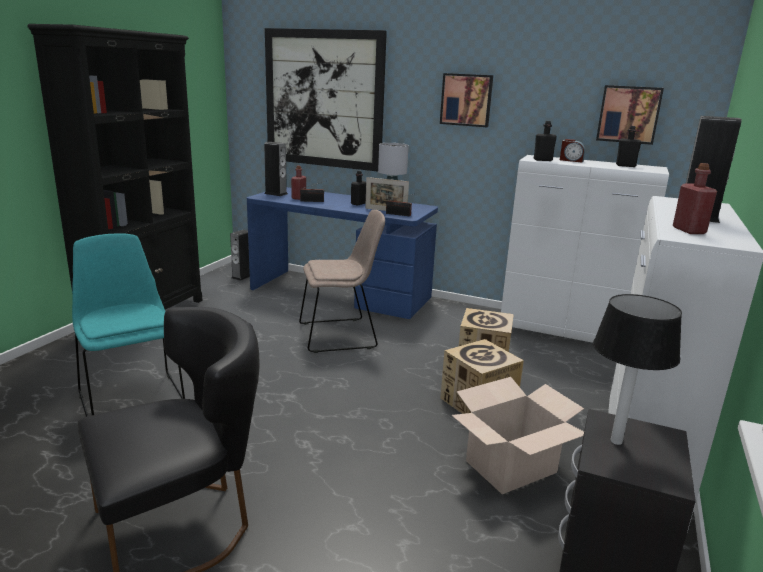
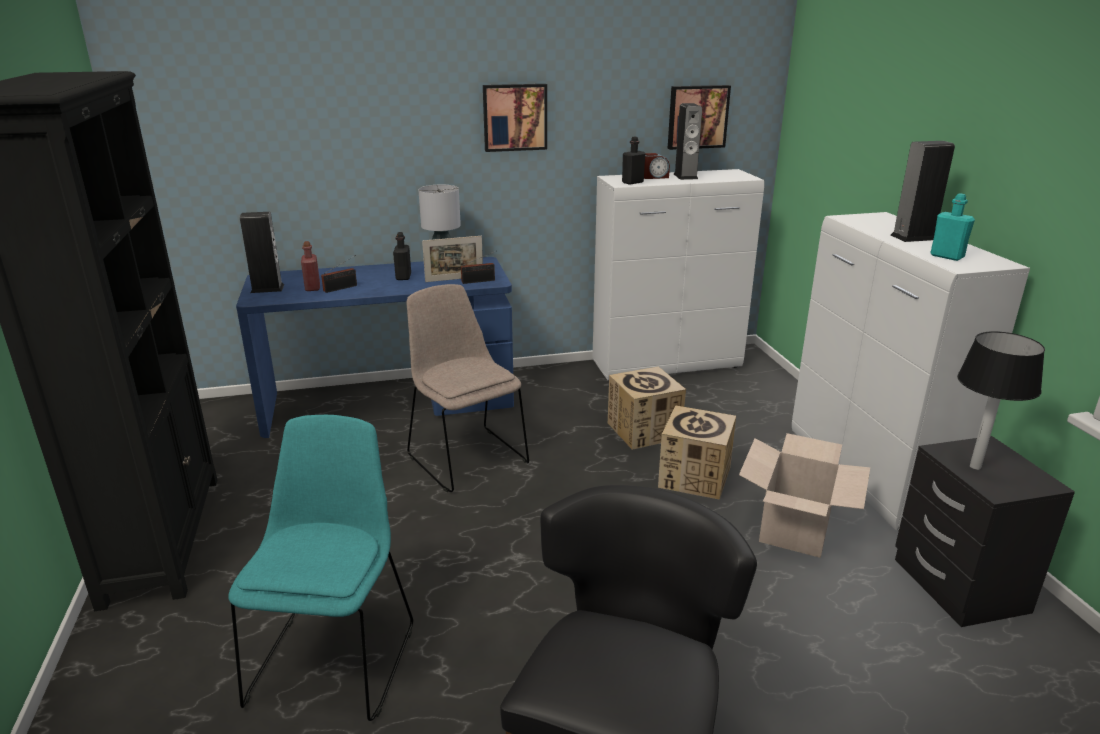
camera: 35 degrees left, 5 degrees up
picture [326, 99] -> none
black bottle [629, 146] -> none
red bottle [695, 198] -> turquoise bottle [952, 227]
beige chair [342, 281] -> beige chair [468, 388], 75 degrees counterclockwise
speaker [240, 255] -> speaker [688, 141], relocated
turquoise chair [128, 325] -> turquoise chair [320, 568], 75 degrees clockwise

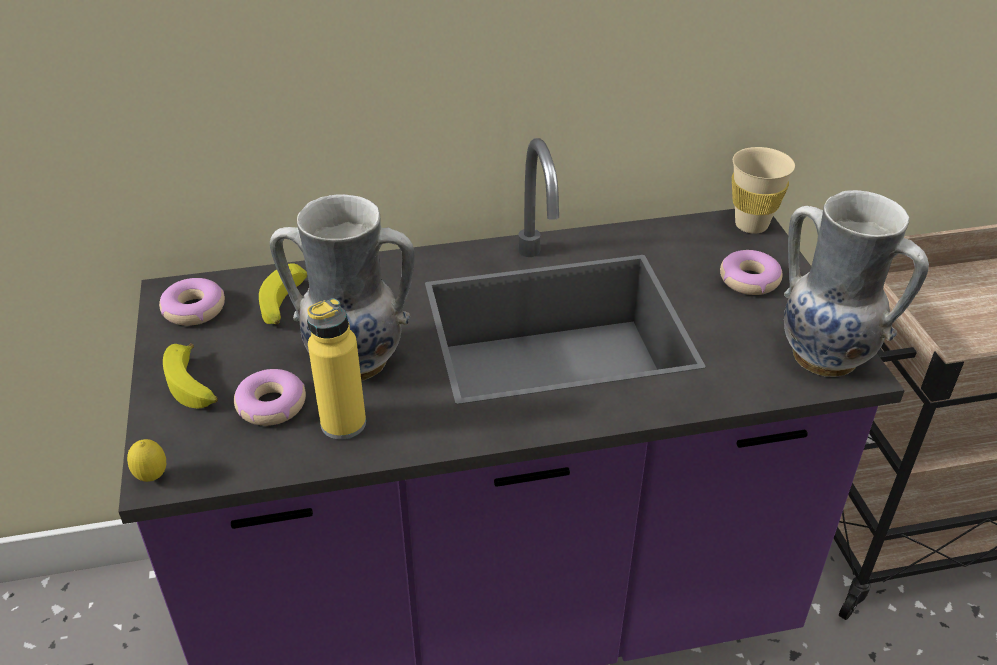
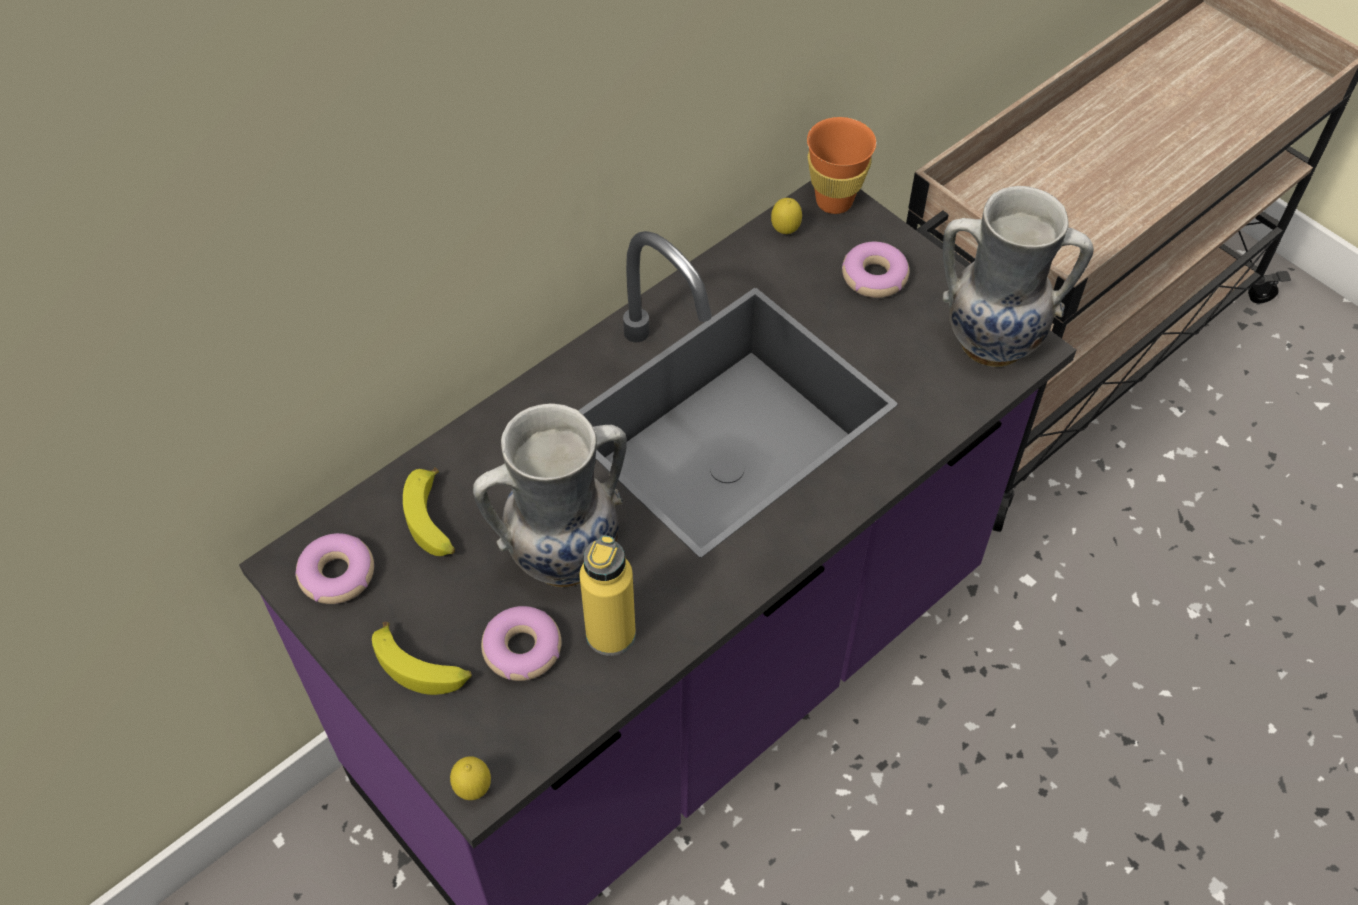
camera: 30 degrees left, 15 degrees up
beige cup [763, 190] -> orange cup [841, 165]
none -> lemon [786, 216]

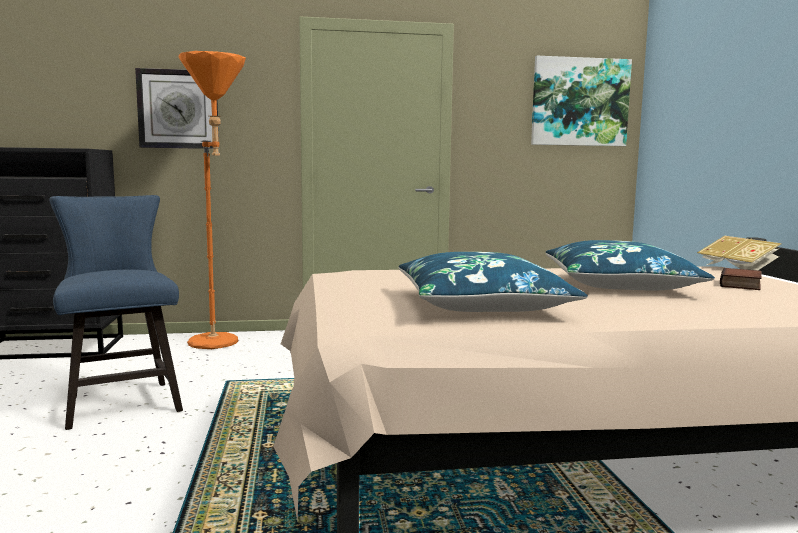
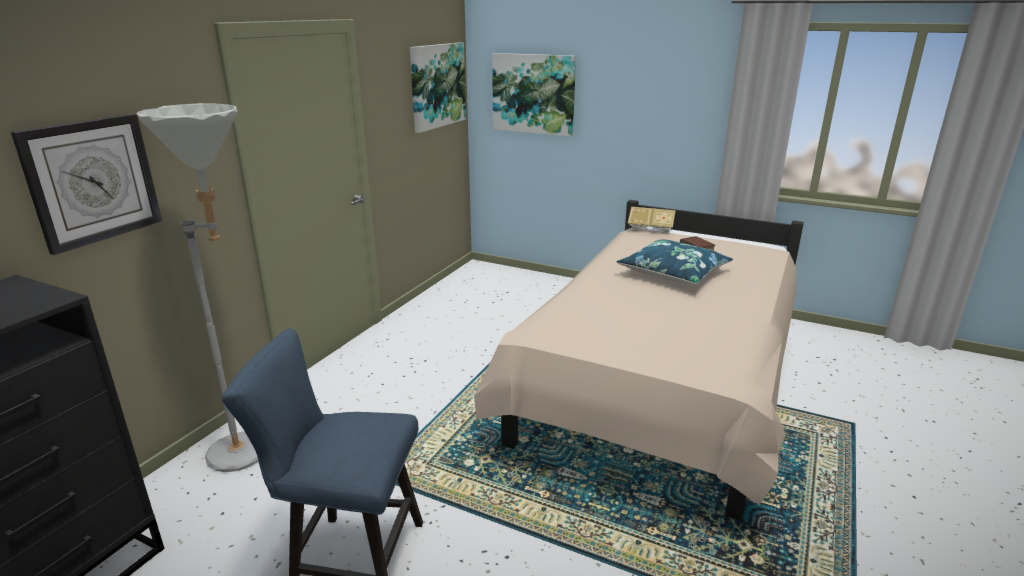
camera: 55 degrees left, 15 degrees up
orange floor lamp [212, 200] -> grey floor lamp [197, 287]
blue pillow [493, 282] -> none
none -> picture [534, 94]

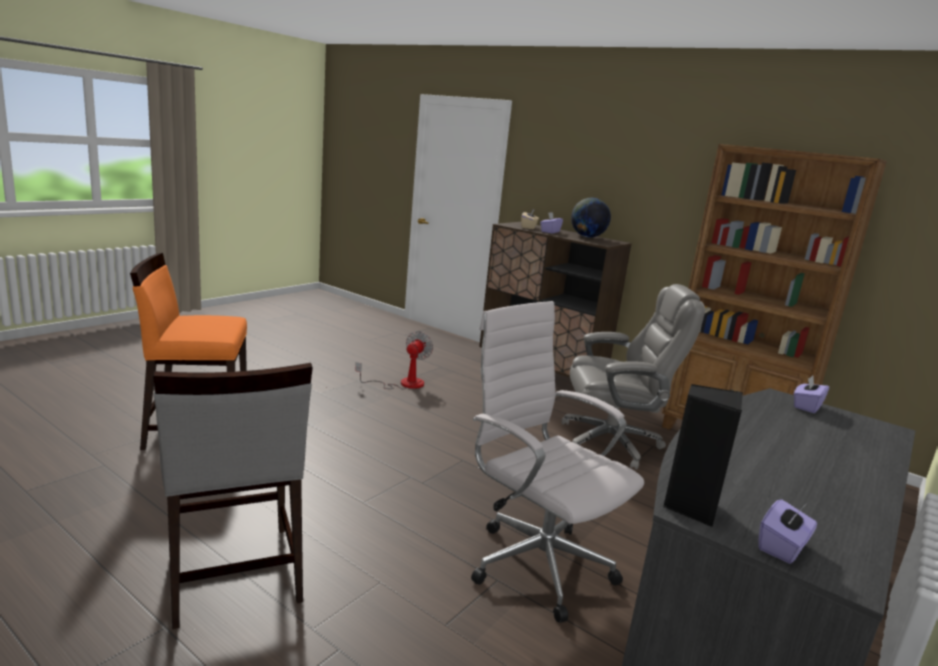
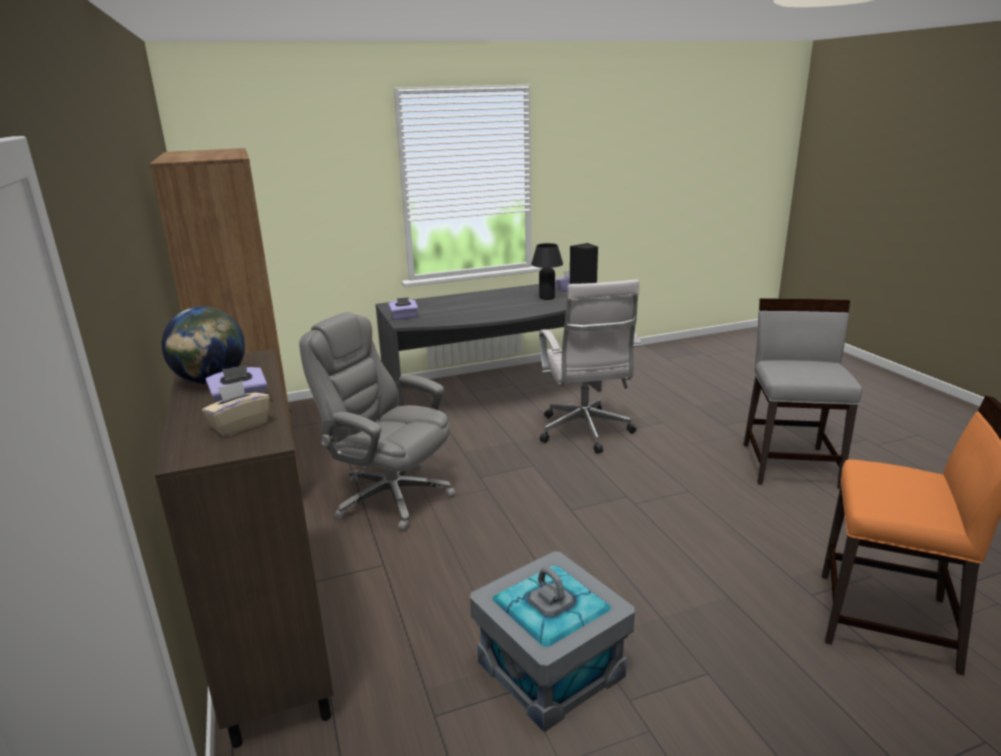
camera: 145 degrees left, 5 degrees up
fan [394, 360] -> grey storage box [552, 641]
none -> black table lamp [547, 271]

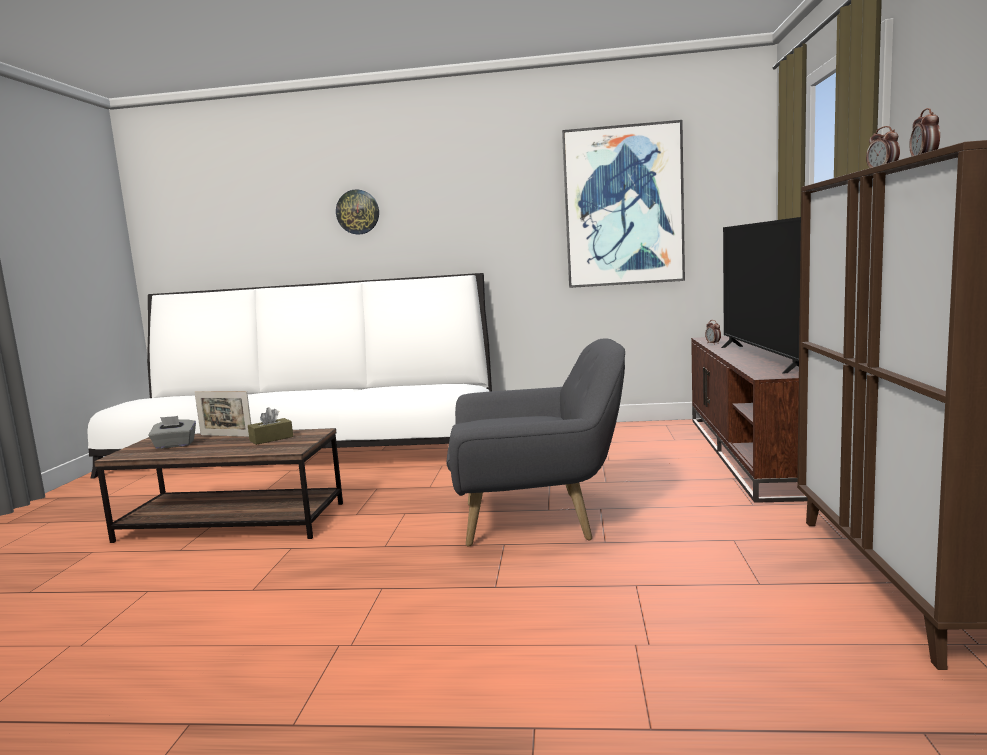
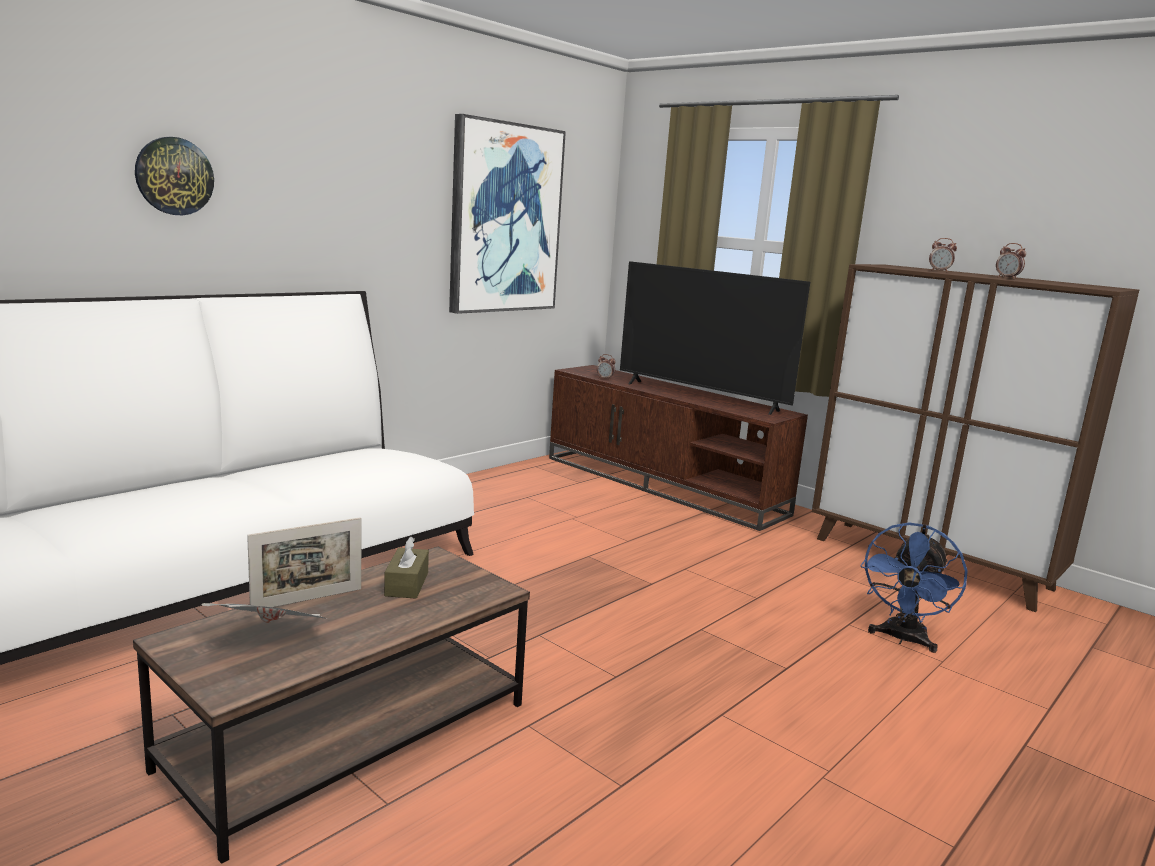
camera: 55 degrees left, 5 degrees up
grey armchair [535, 442] -> none
grey tissue box [172, 432] -> newspaper [265, 613]
none -> blue fan [914, 587]

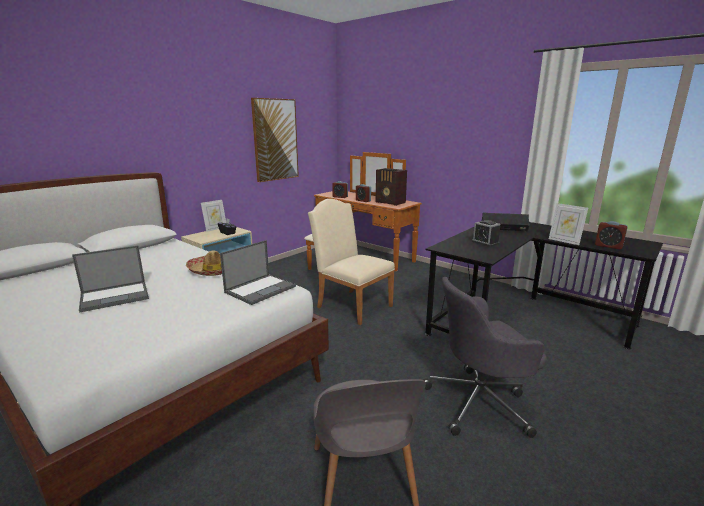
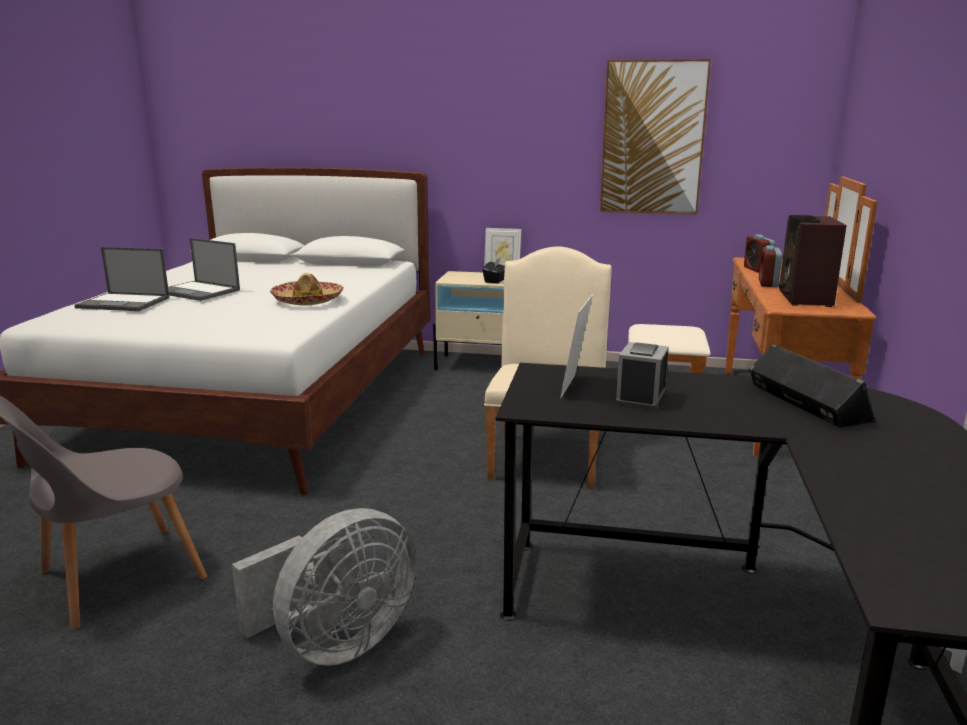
camera: 60 degrees right, 0 degrees up
picture frame [568, 224] -> picture frame [576, 347], relocated
alarm clock [611, 235] -> none
laptop [258, 272] -> laptop [122, 279], relocated
grey office chair [485, 357] -> grey fan [324, 587]

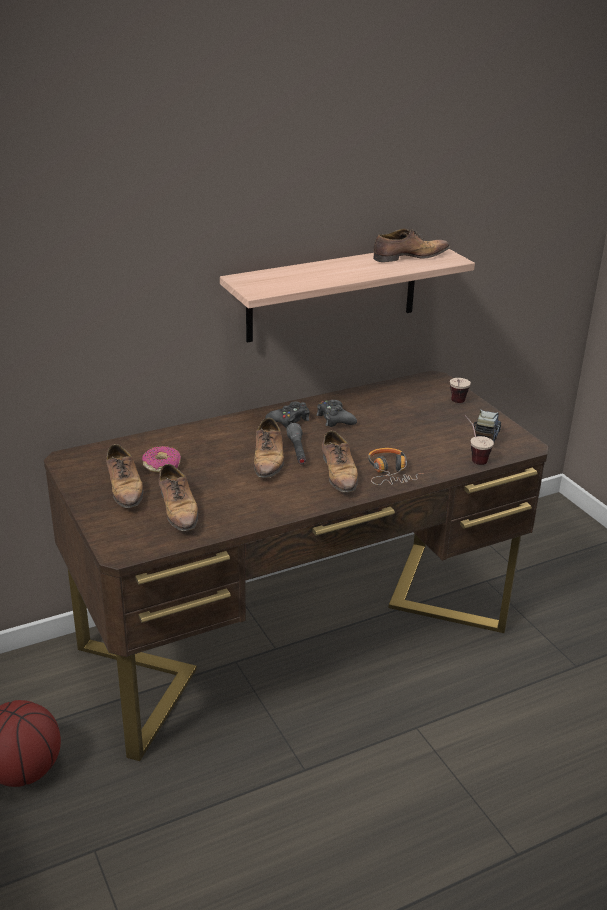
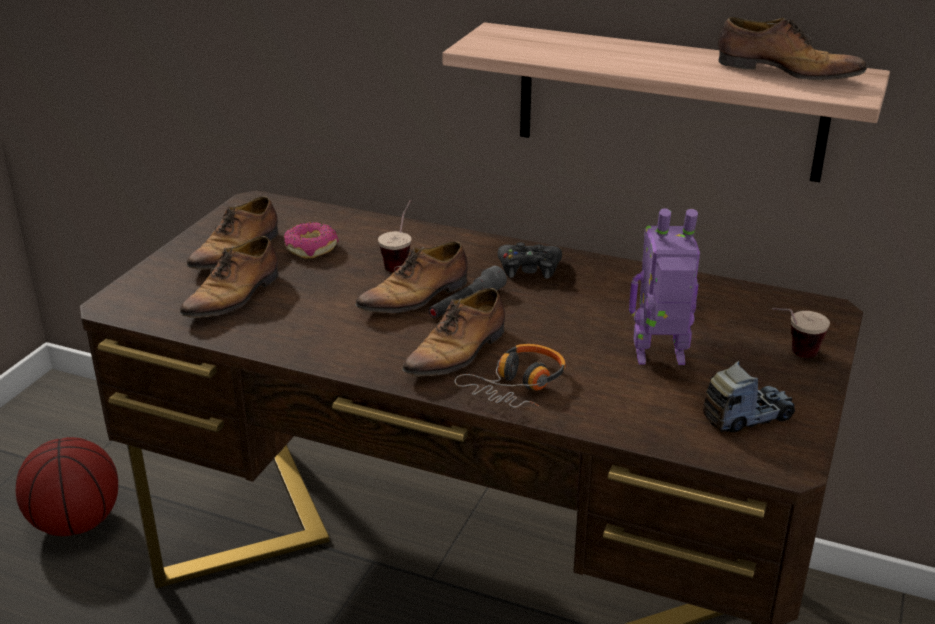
camera: 50 degrees right, 0 degrees up
black game controller [336, 413] -> none
cup [479, 440] -> cup [394, 236], relocated
none -> toy robot [664, 286]

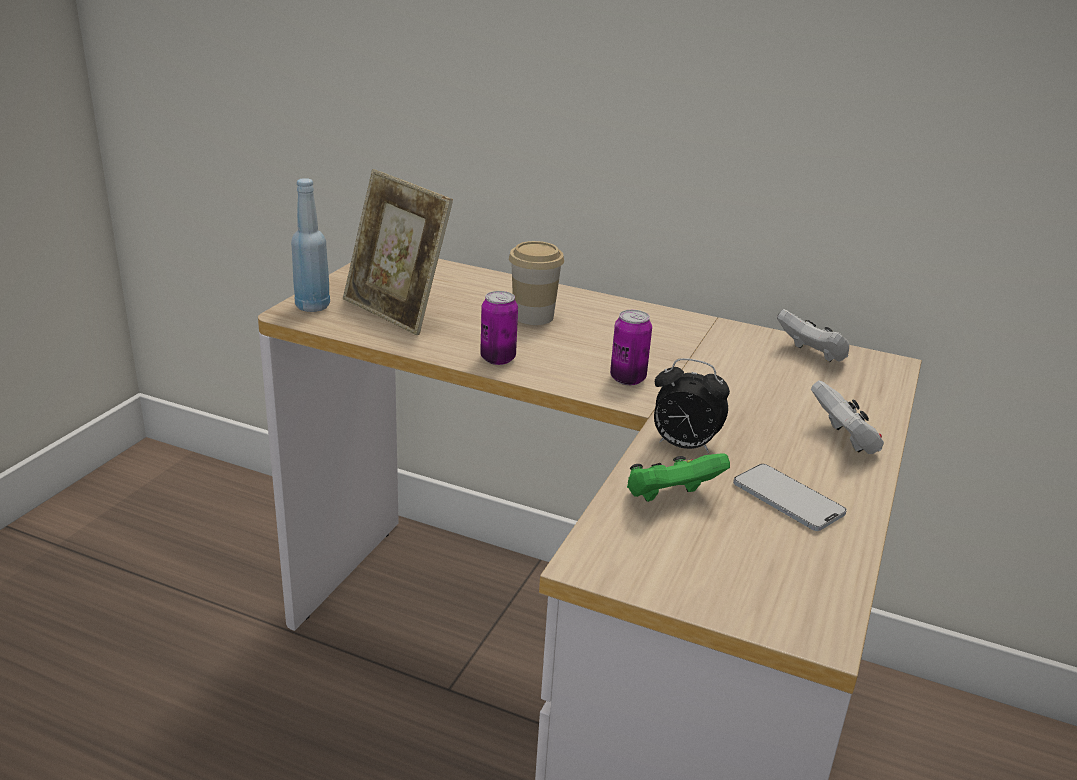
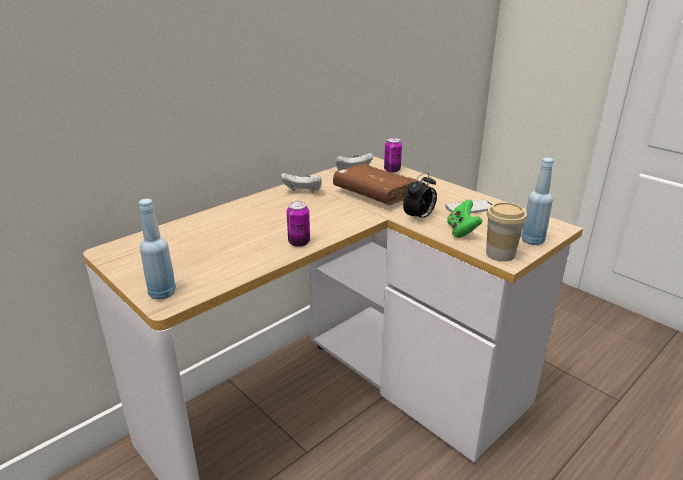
camera: 65 degrees left, 0 degrees up
picture frame [398, 252] -> none
cup [536, 283] -> cup [506, 231], relocated
can [631, 347] -> can [393, 155], relocated
white game controller [847, 417] -> white game controller [301, 183], relocated
none -> blue bottle [537, 201]
none -> brown book [375, 184]

